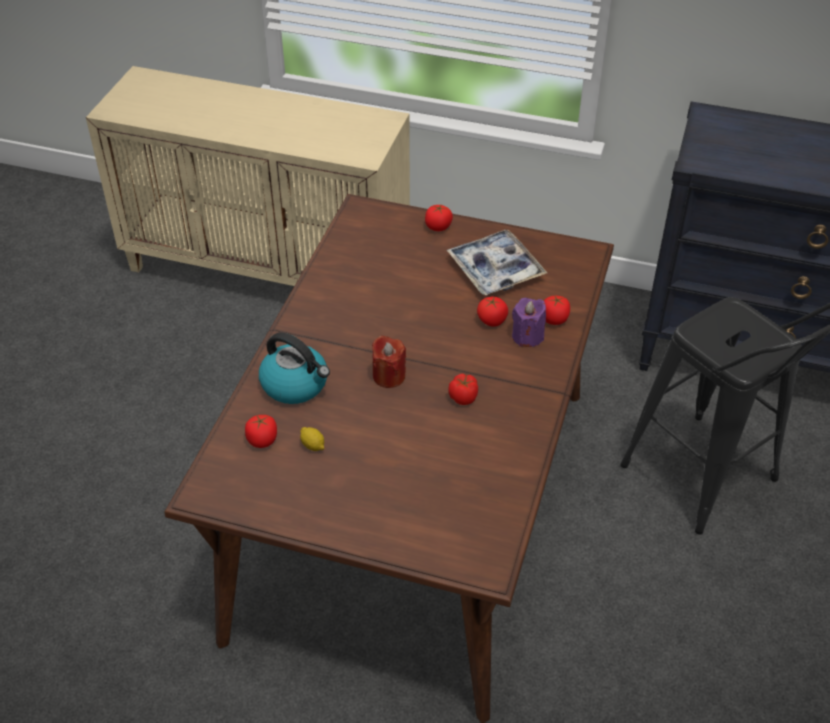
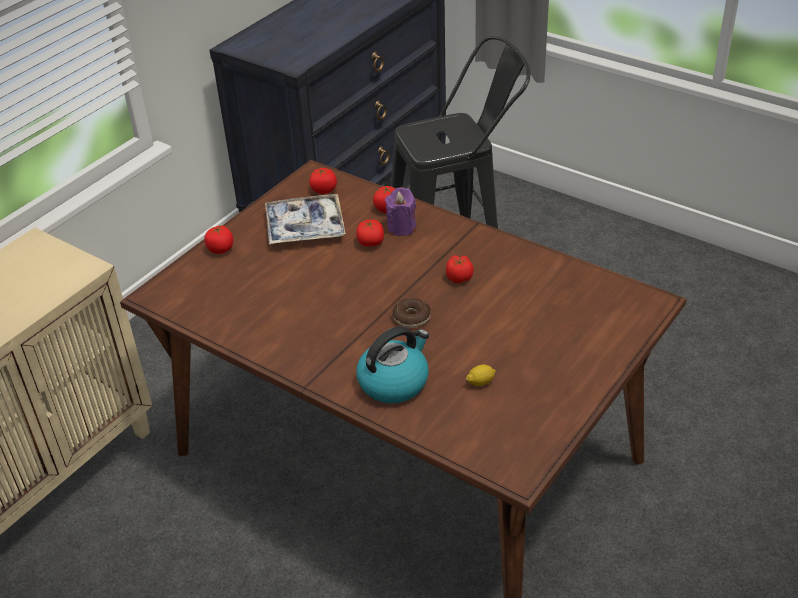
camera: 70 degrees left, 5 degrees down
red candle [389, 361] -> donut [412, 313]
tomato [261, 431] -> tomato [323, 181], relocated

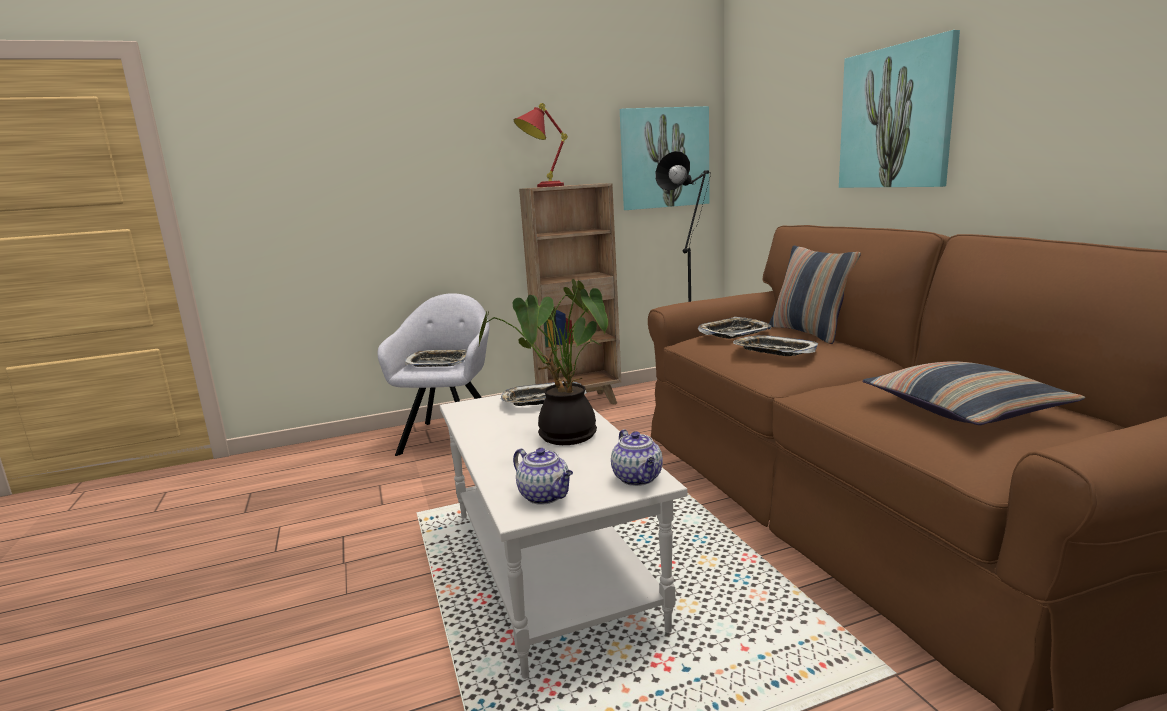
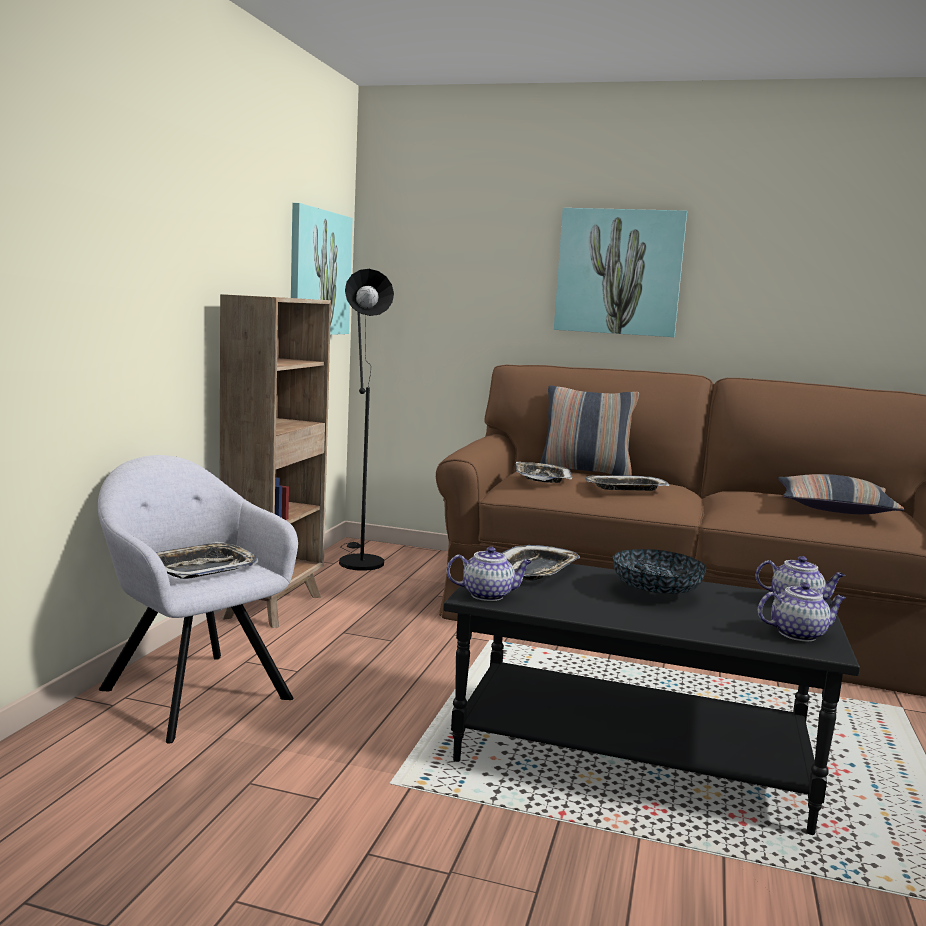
camera: 55 degrees left, 5 degrees down
red table lamp [541, 145] -> none
potted plant [543, 362] -> bowl [660, 571]
white coffee table [564, 536] -> black coffee table [652, 699]
none -> teapot [489, 573]

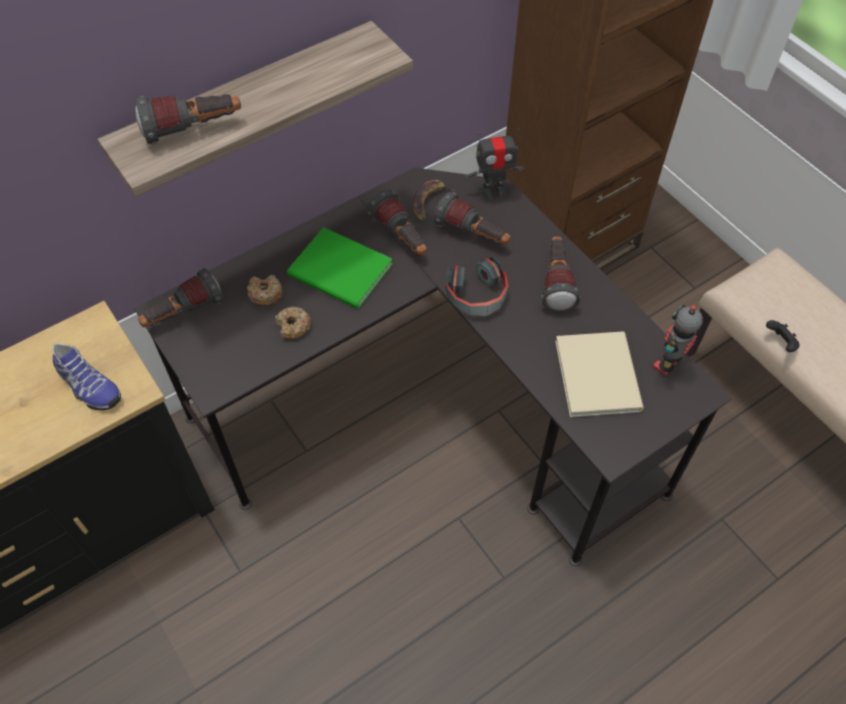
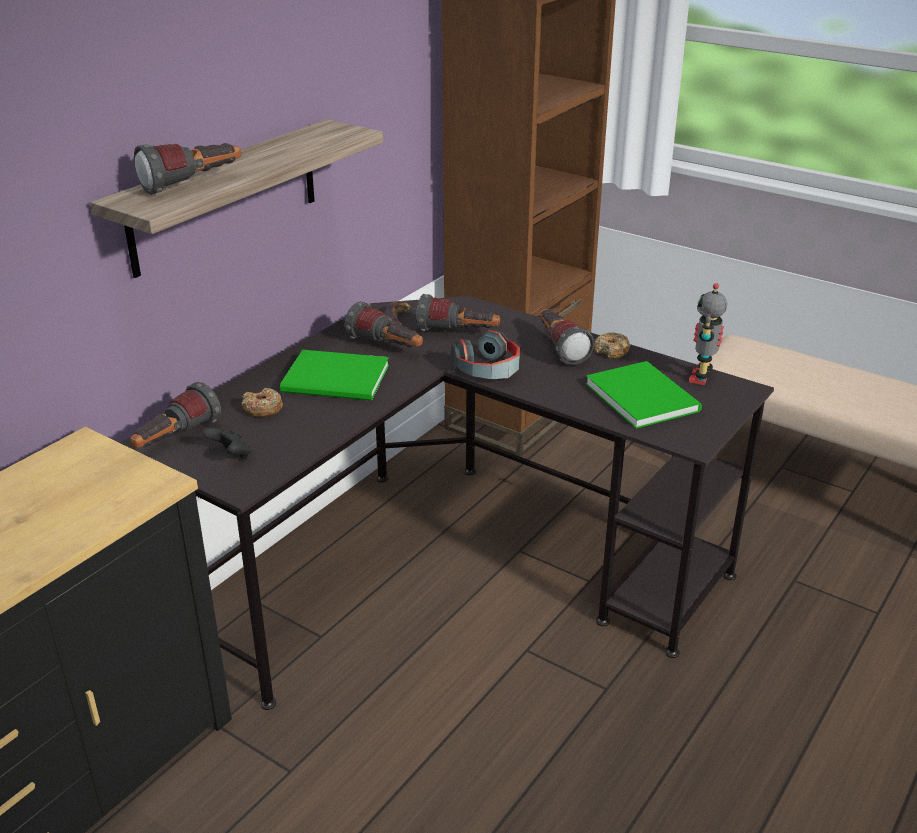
camera: 20 degrees left, 25 degrees down
toy robot [494, 163] -> none
donut [293, 323] -> donut [612, 345], relocated
black game controller [783, 336] -> black game controller [227, 443], relocated
beige book [599, 374] -> green book [644, 395]
shoe [86, 376] -> none

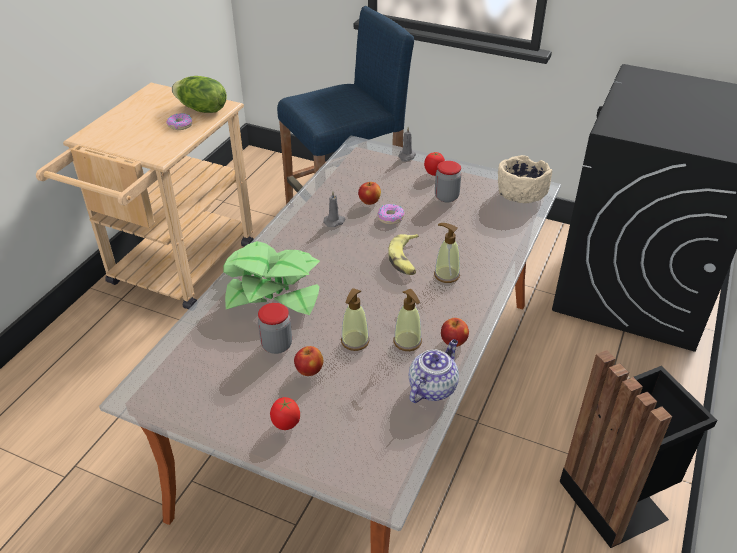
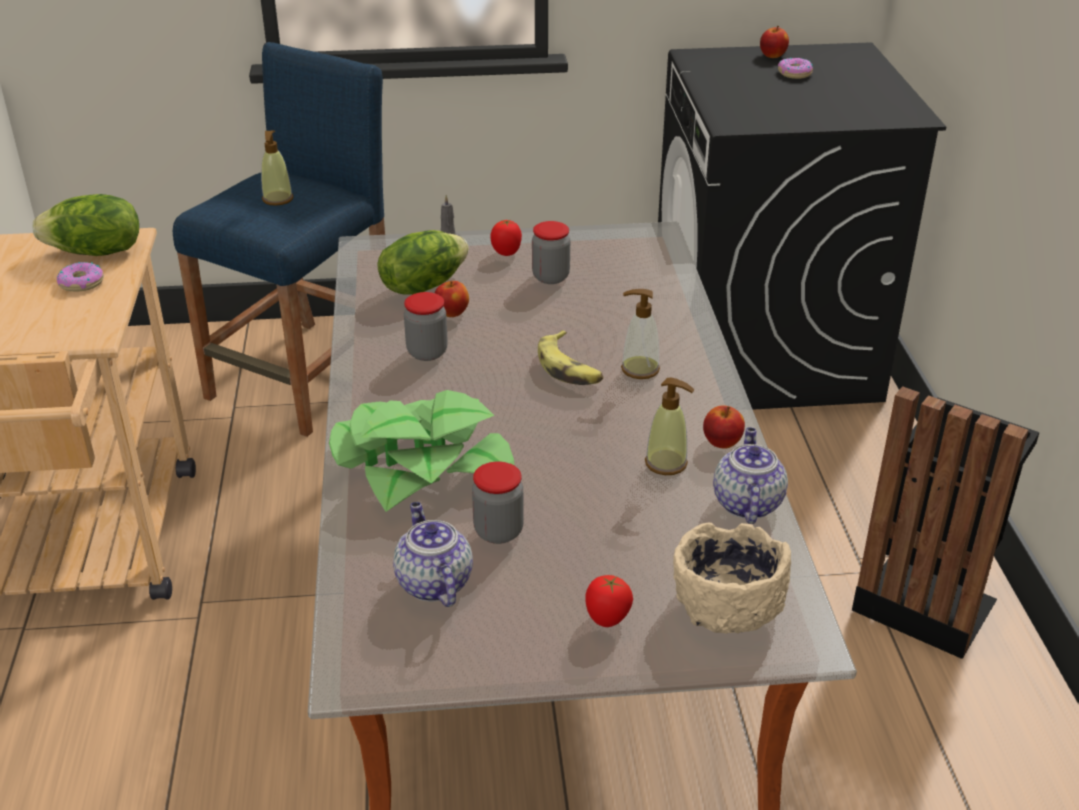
camera: 30 degrees left, 5 degrees down
beige bowl [525, 179] -> beige bowl [732, 578], relocated
grey candle [334, 209] -> jar [426, 326]
donut [391, 214] -> donut [795, 68], relocated
soap dispenser [355, 319] -> soap dispenser [277, 168], relocated
apple [308, 361] -> apple [774, 42], relocated
none -> lettuce [423, 262]
none -> teapot [433, 554]

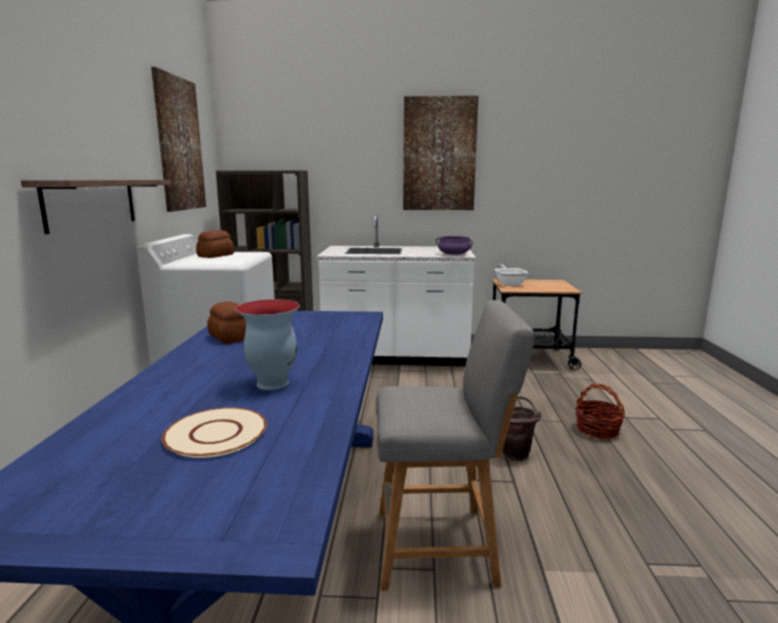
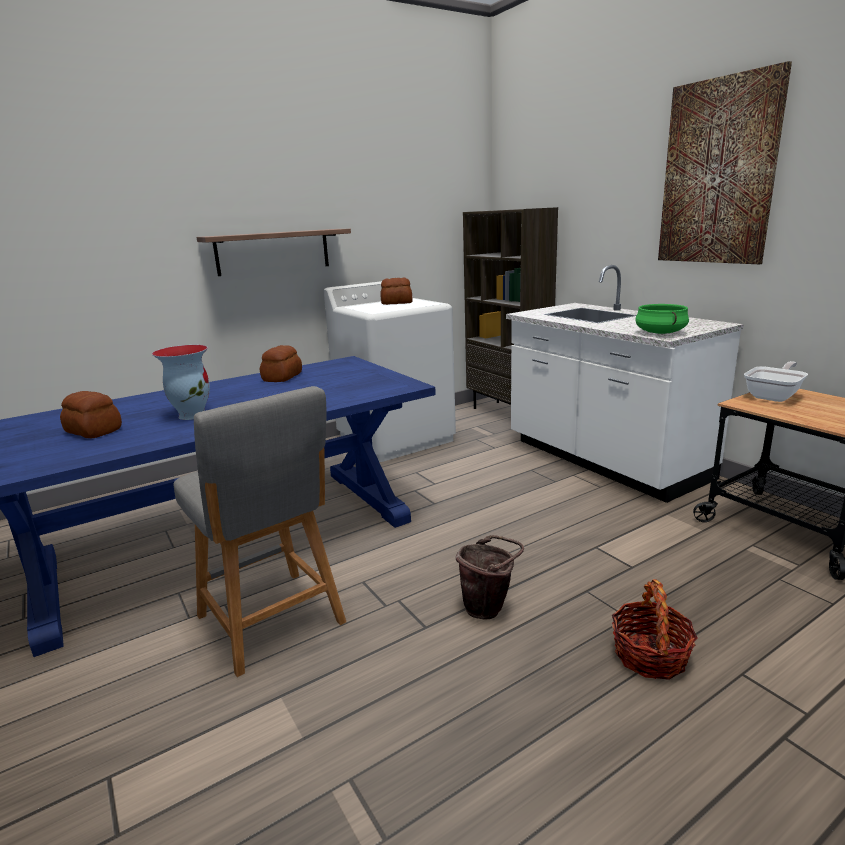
camera: 55 degrees right, 5 degrees up
picture [178, 139] -> none
purple cooking pot [454, 245] -> green cooking pot [662, 319]
beige plate [214, 432] -> bread [91, 414]

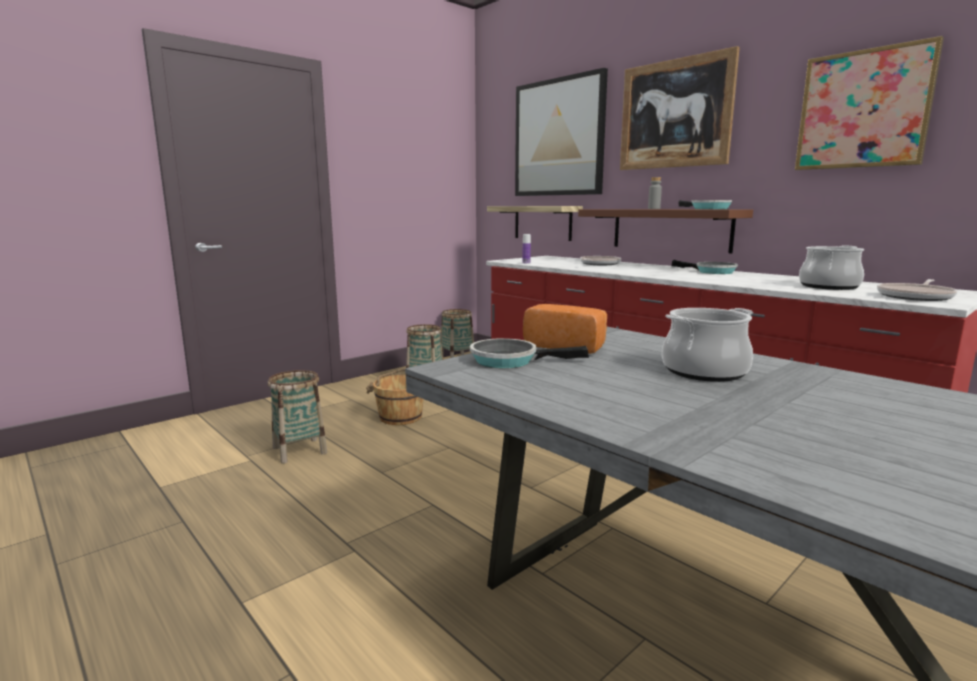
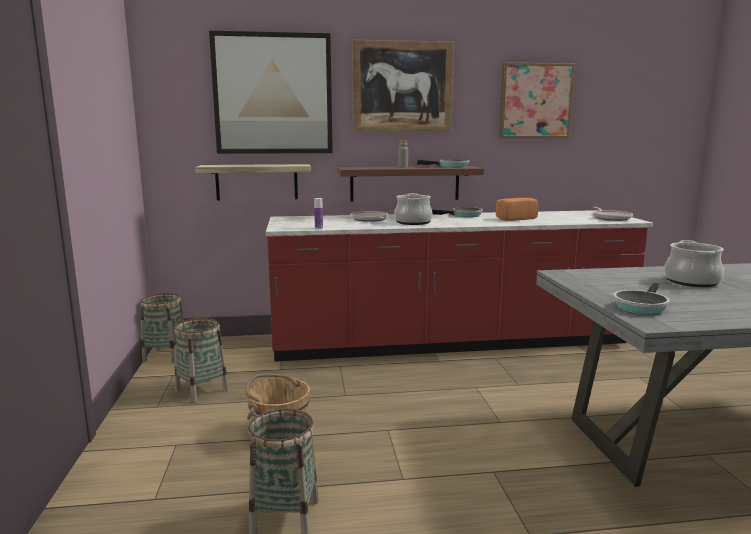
camera: 55 degrees left, 0 degrees up
cooking pot [831, 268] -> cooking pot [413, 209], relocated
bread [565, 329] -> bread [517, 209], relocated

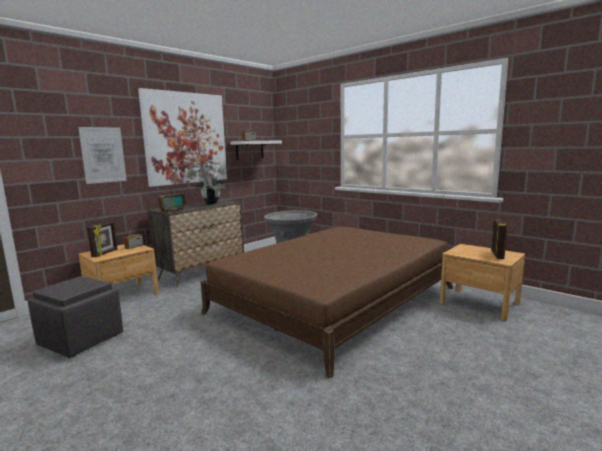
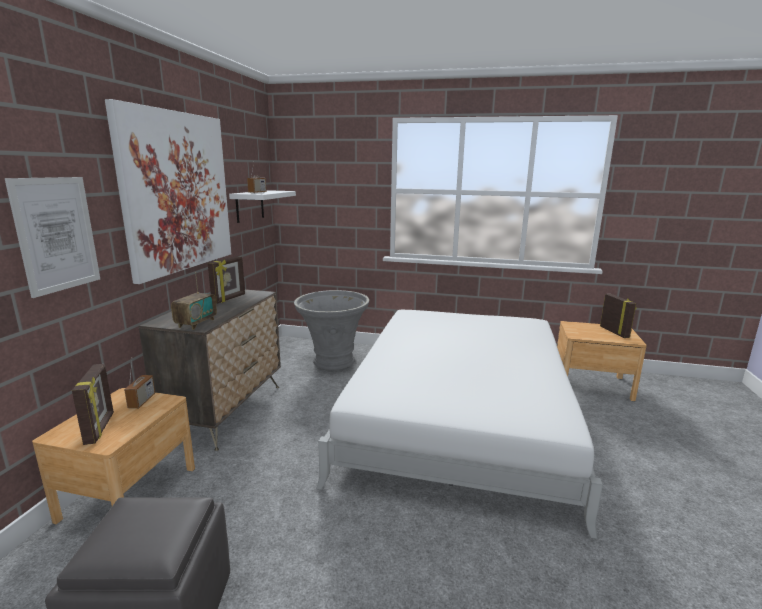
camera: 30 degrees left, 5 degrees up
potted plant [206, 182] -> picture frame [226, 280]
brown bed [327, 302] -> white bed [459, 424]

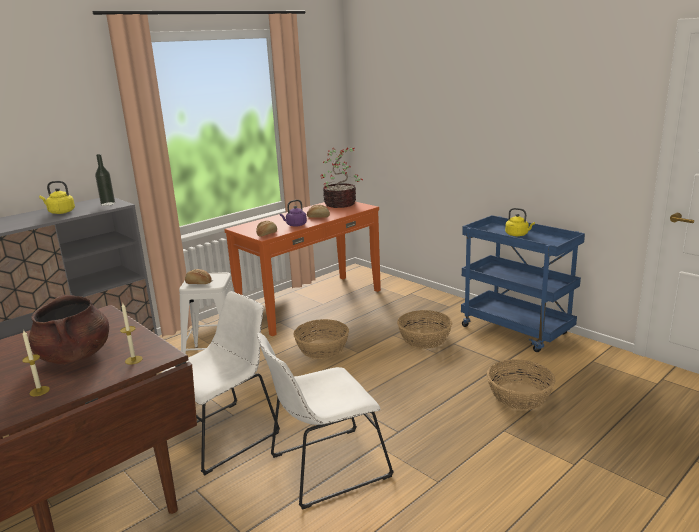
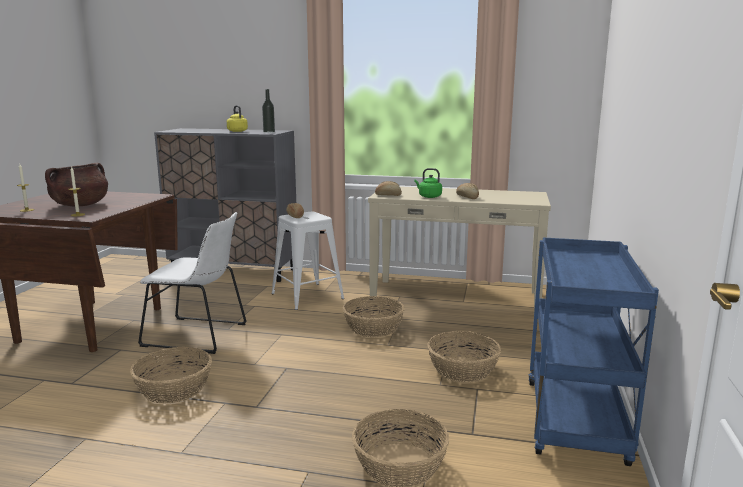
camera: 55 degrees right, 5 degrees down
potted plant [342, 178] -> none
purple kettle [293, 213] -> green kettle [428, 183]
orange console table [302, 269] -> beige console table [459, 248]
yellow kettle [520, 222] -> none
white chair [325, 421] -> basket [171, 375]

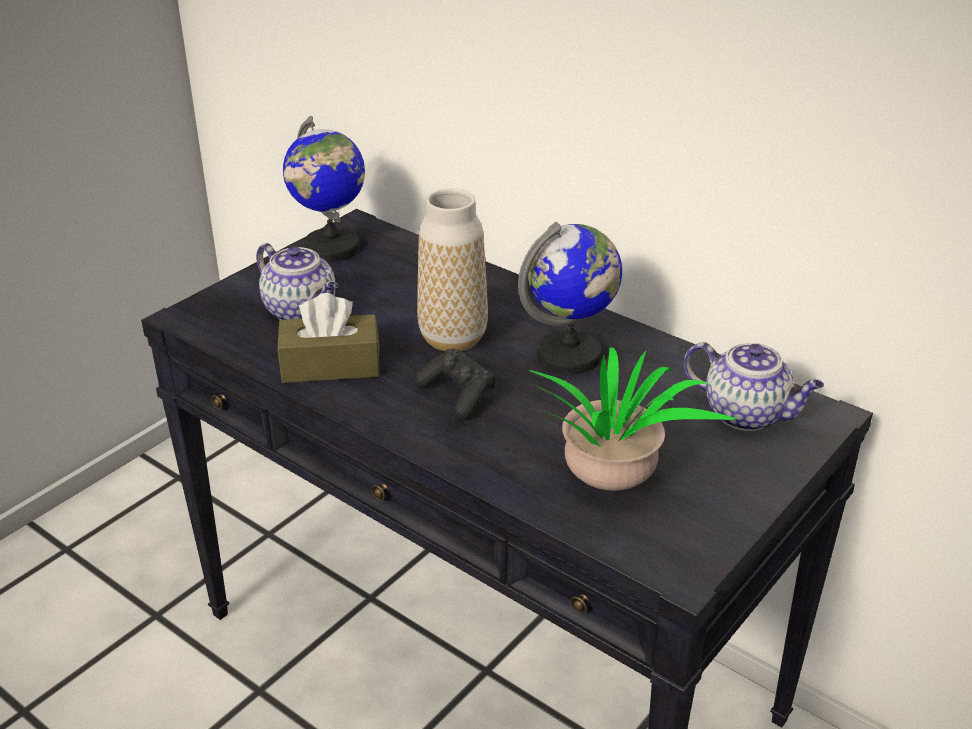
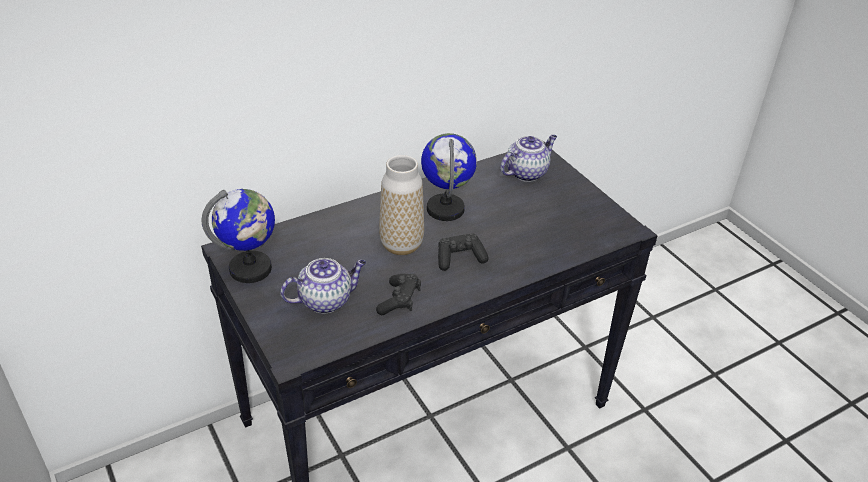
camera: 70 degrees left, 5 degrees up
brown tissue box [328, 338] -> black game controller [398, 294]
potted plant [629, 419] -> none

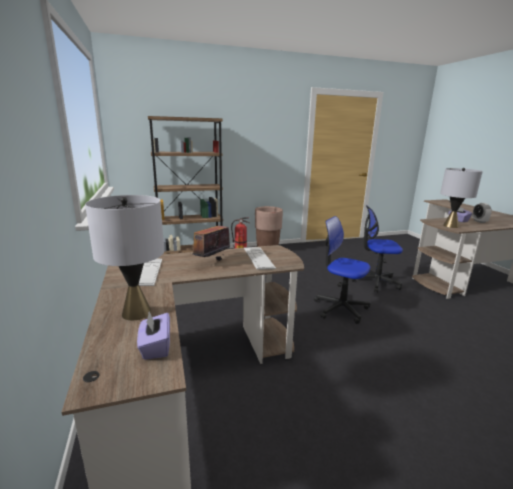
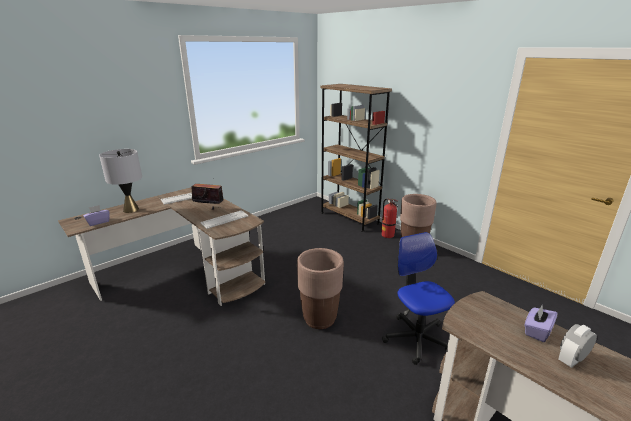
camera: 65 degrees right, 5 degrees up
grey table lamp [461, 198] -> none
office chair [342, 270] -> brown planter [320, 288]

